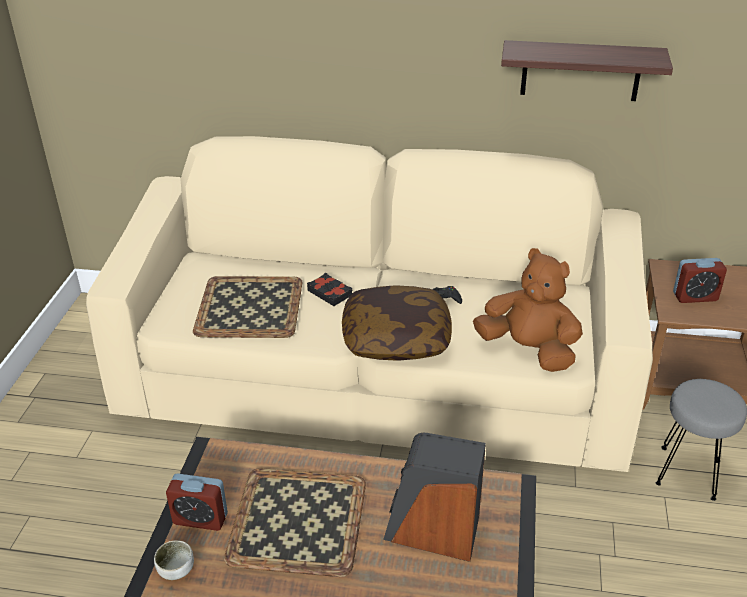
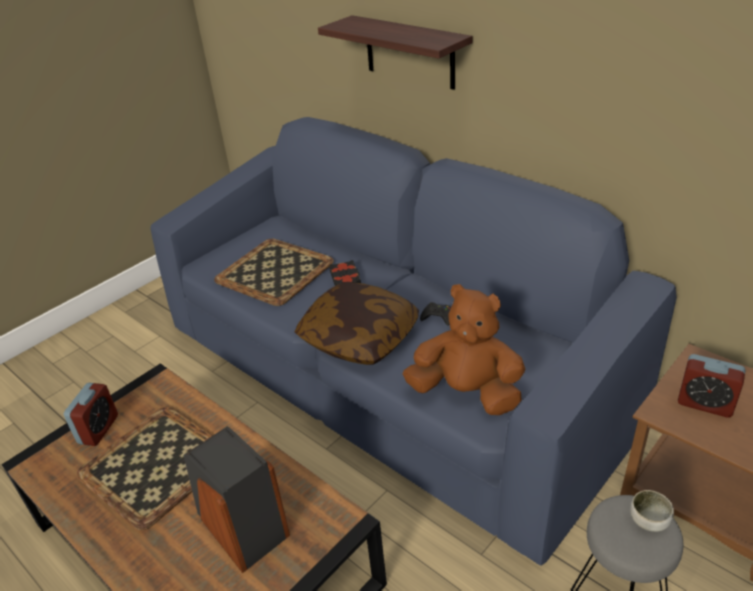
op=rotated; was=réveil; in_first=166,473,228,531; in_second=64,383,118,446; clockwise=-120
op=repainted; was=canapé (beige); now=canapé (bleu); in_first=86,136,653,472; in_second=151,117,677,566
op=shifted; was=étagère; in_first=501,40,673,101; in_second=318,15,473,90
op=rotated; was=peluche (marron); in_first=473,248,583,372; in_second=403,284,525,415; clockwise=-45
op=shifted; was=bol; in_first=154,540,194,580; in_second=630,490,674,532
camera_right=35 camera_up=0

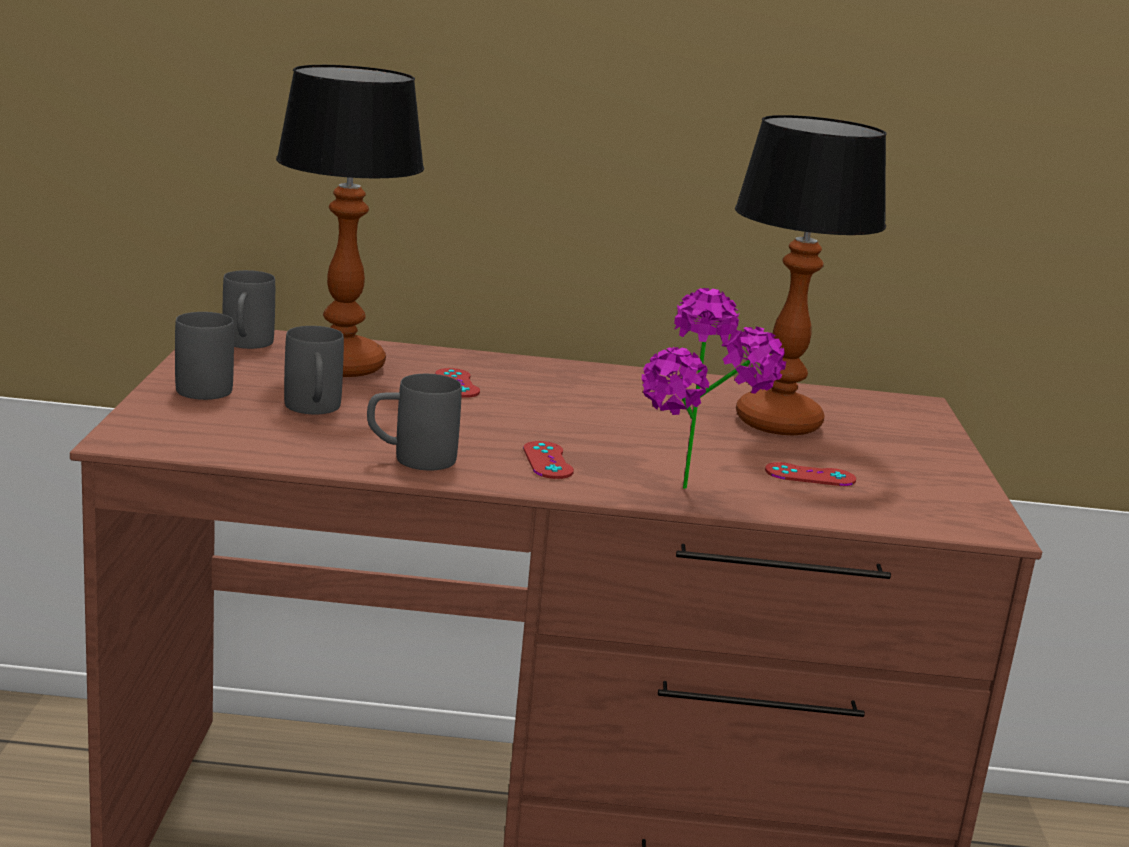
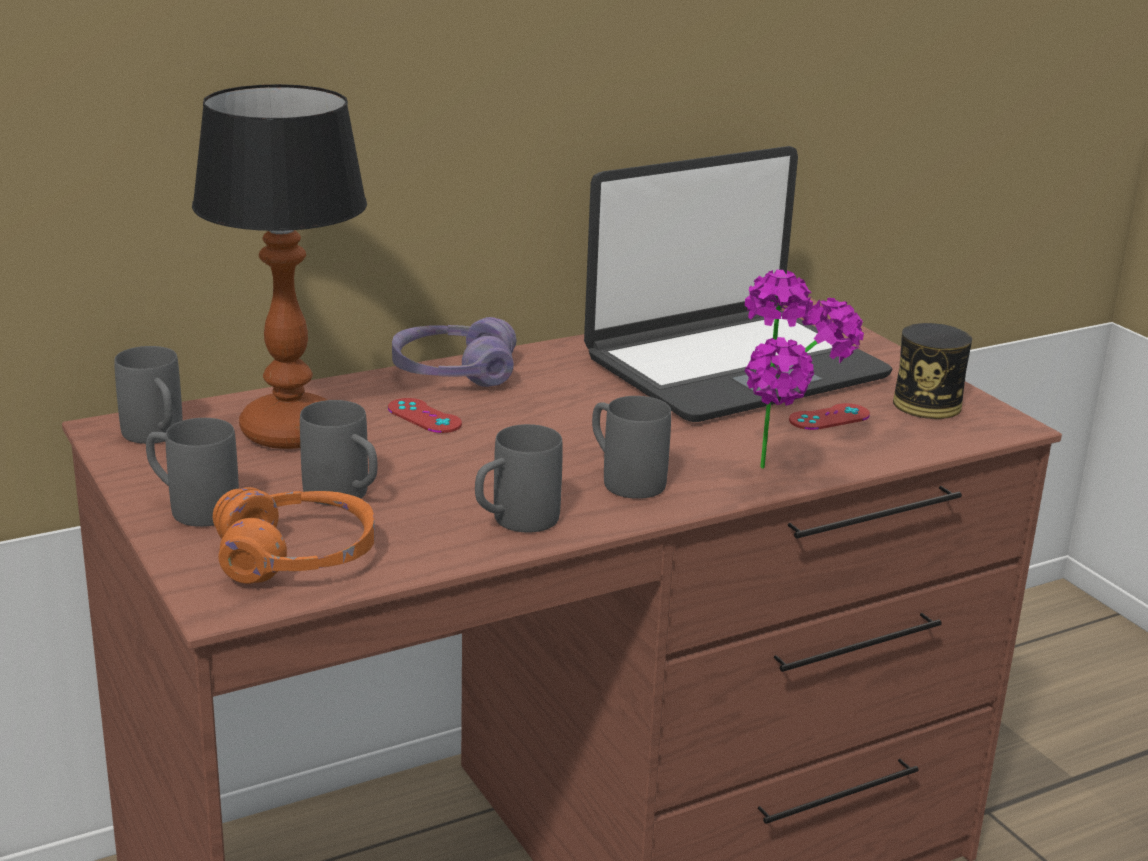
op=new; now=casque audio (orange); in_second=213,487,375,584
op=new; now=casque audio (violet); in_second=392,317,516,387
op=swapped; was=lampe de table; now=ordinateur portable; in_first=735,115,887,435; in_second=584,146,892,422
op=swapped; was=manette (rouge); now=mug (gris); in_first=523,441,574,479; in_second=592,396,671,499
op=new; now=boîte métallique; in_second=893,323,972,419
camera_right=-30 camera_up=5

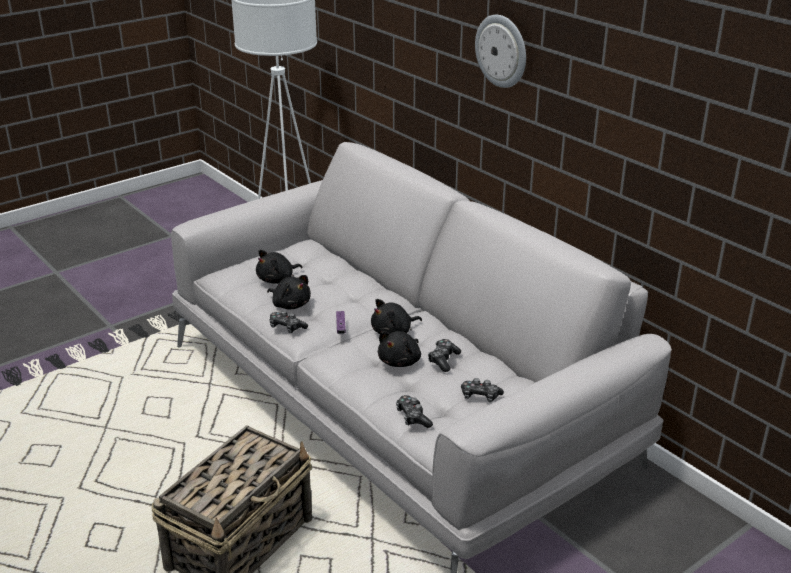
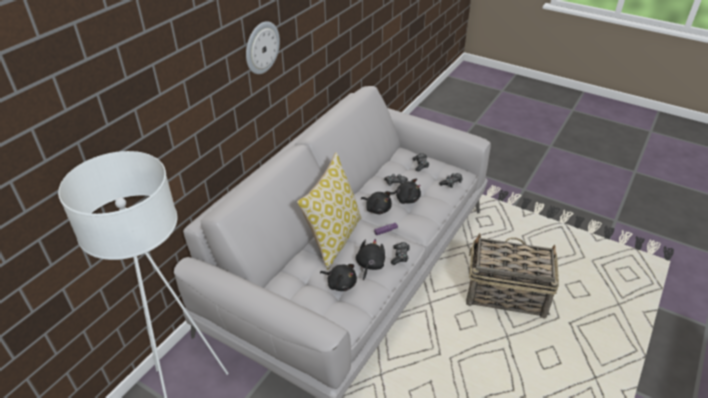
op=new; now=coussin; in_second=297,152,362,269
camera_right=-110 camera_up=10

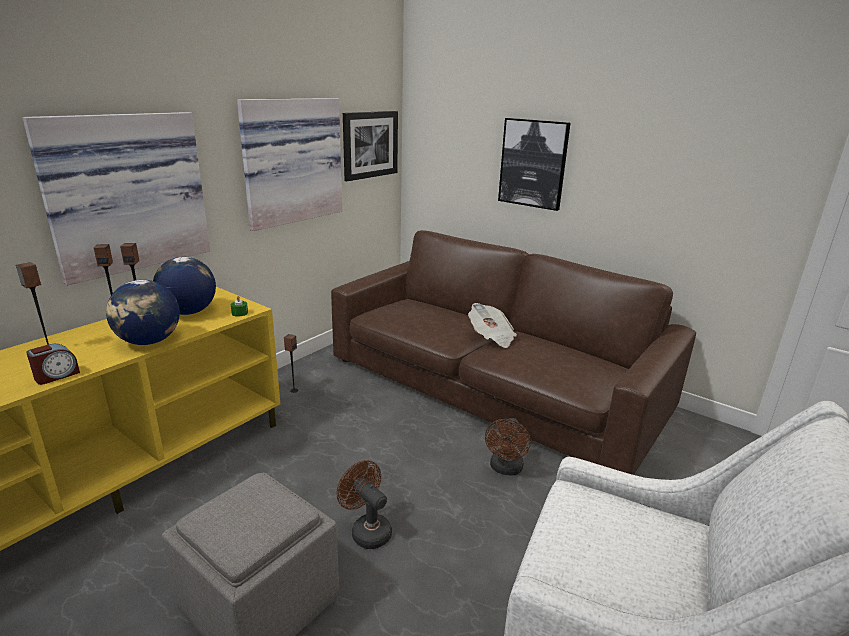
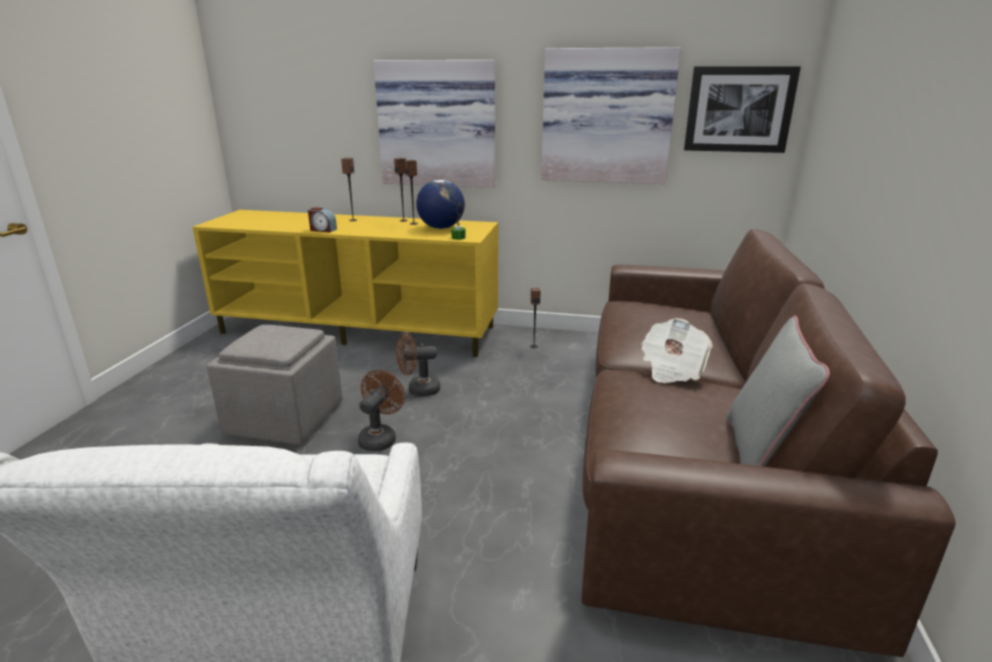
op=shifted; was=ventilateur (marron); in_first=485,418,531,475; in_second=396,333,440,397
op=new; now=coussin (gris); in_second=727,315,830,467
op=gone; was=globe; in_first=106,280,180,345
op=gone; was=tableau; in_first=498,118,571,211
camera_right=65 camera_up=0

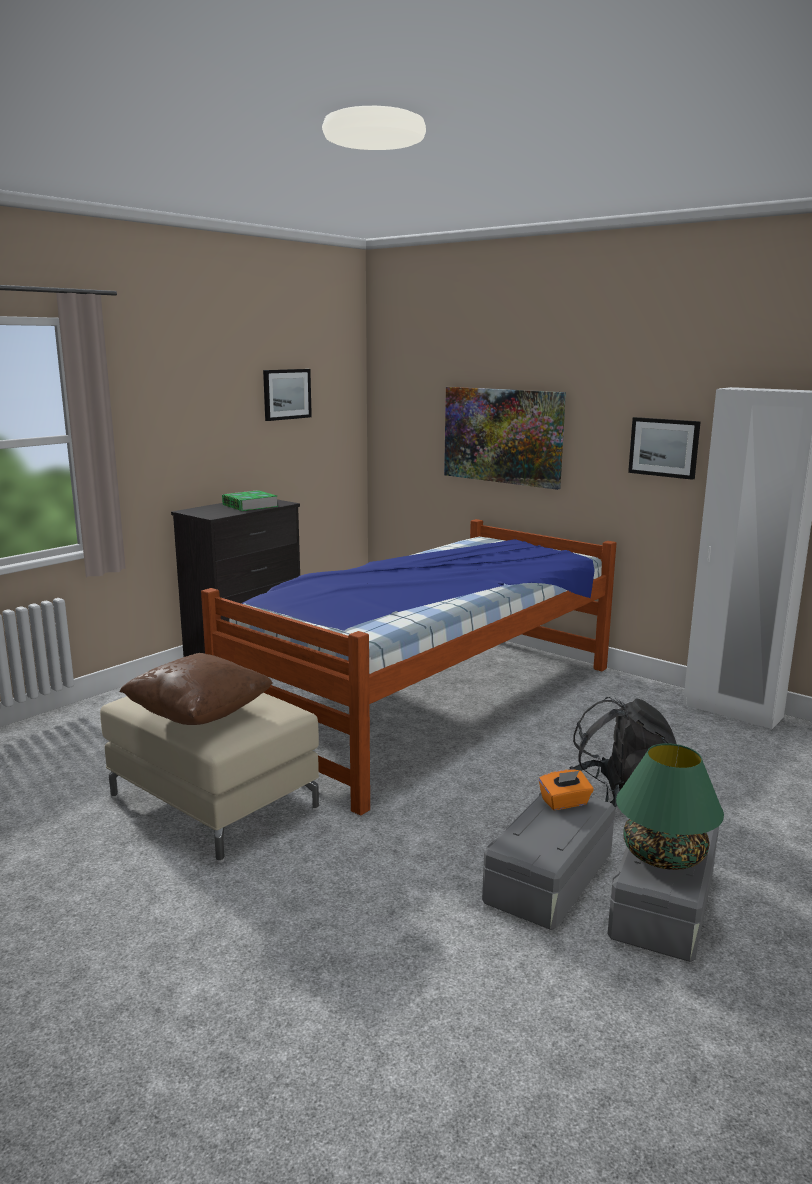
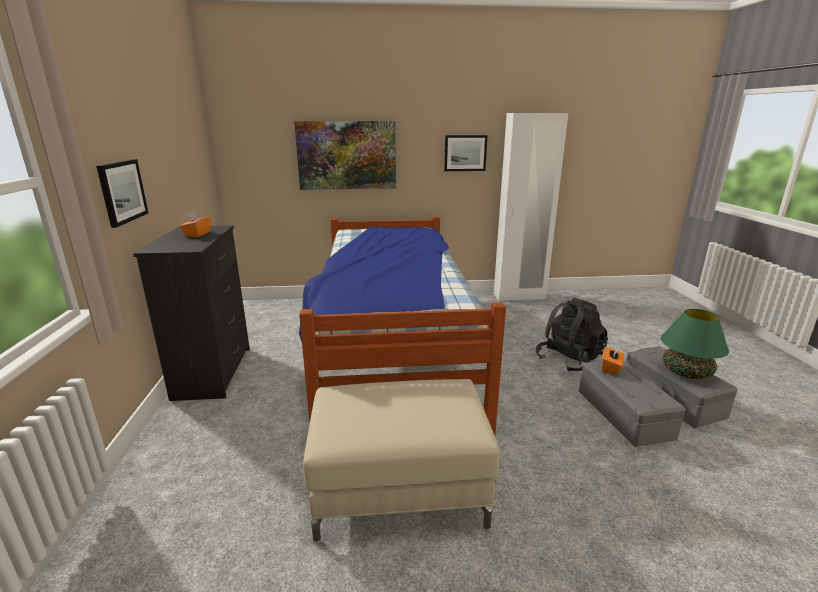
op=shifted; was=tableau; in_first=263,369,312,421; in_second=96,159,148,228
op=swapped; was=livre; now=boîte à mouchoirs (orange); in_first=222,490,278,511; in_second=180,211,211,237
op=gone; was=coussin (marron); in_first=119,653,273,725
camera_right=-45 camera_up=5

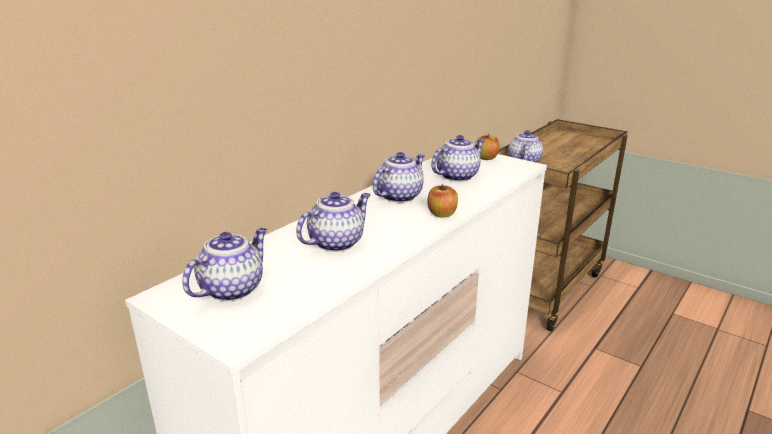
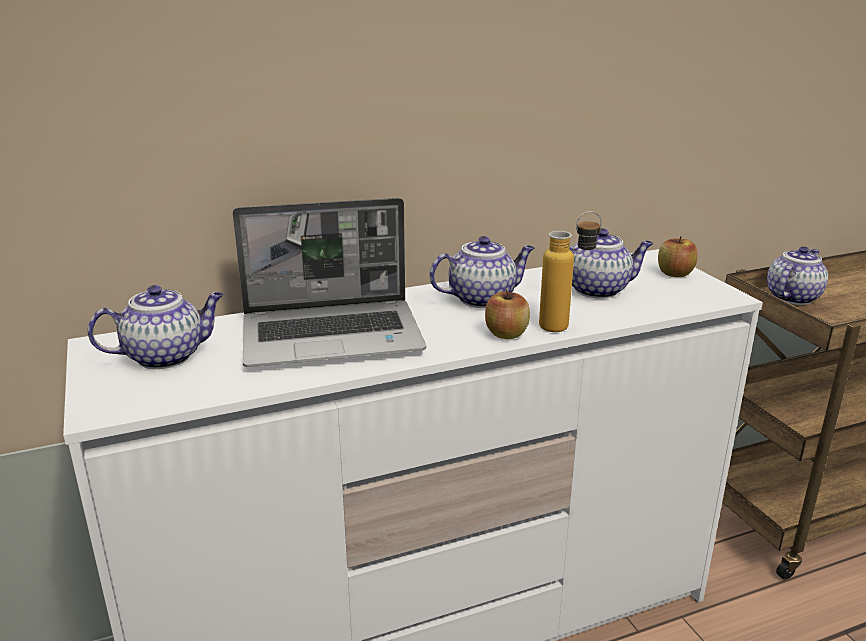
op=swapped; was=théière; now=ordinateur portable; in_first=296,192,371,252; in_second=233,198,426,367
op=new; now=bouteille; in_second=539,211,602,332
camera_right=30 camera_up=0

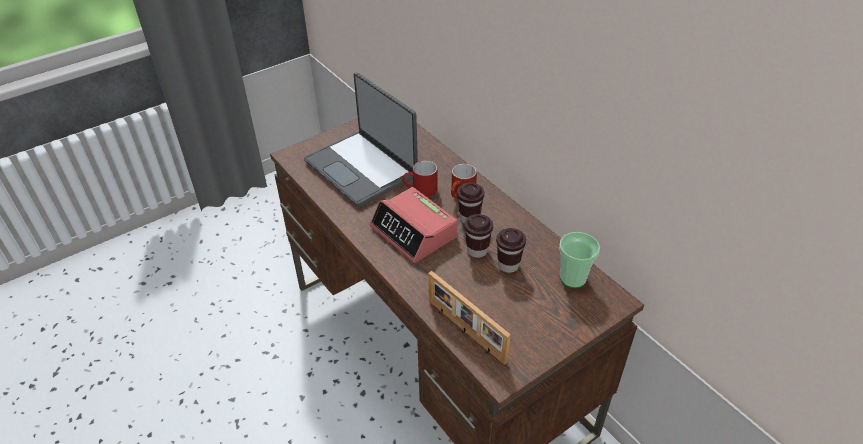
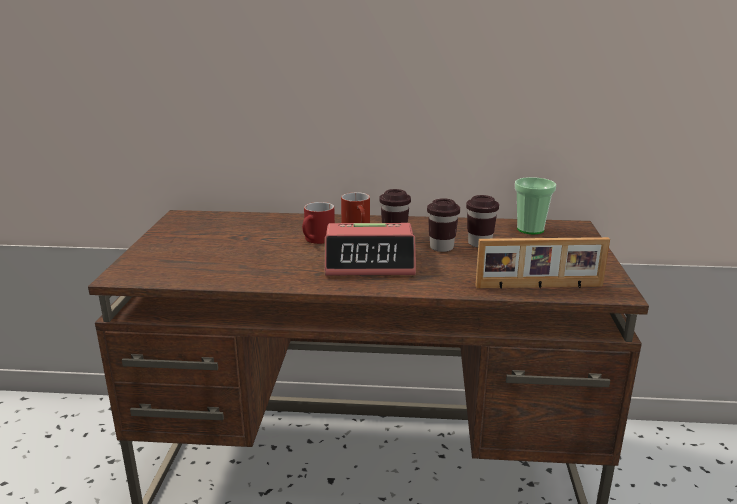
op=gone; was=ordinateur portable; in_first=304,72,418,207
camera_right=-50 camera_up=-20

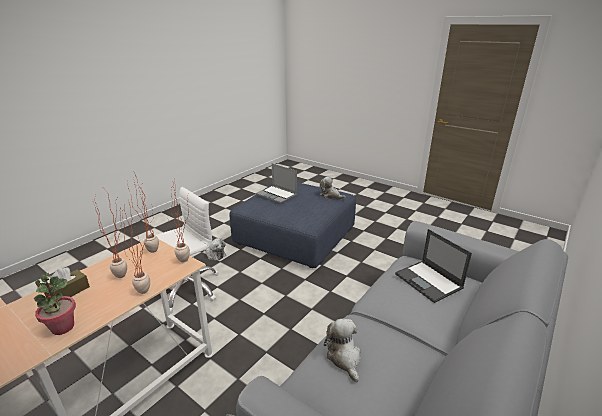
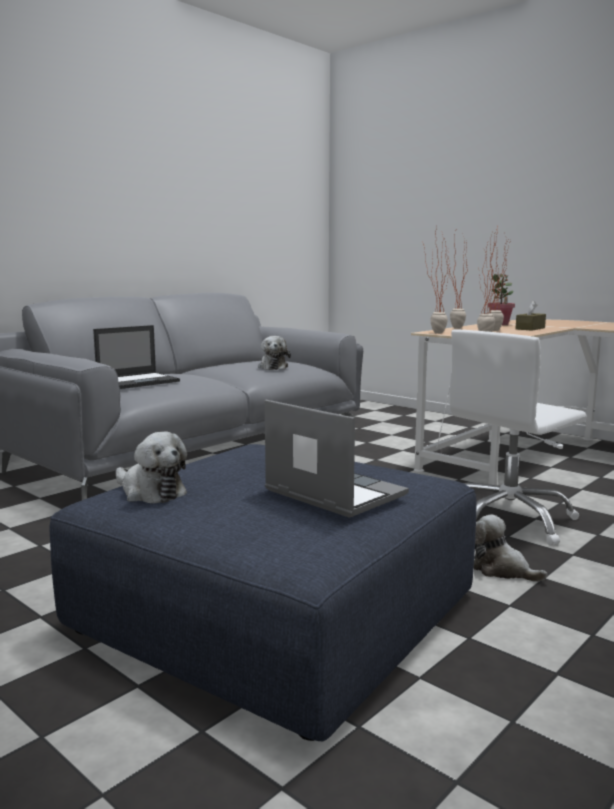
op=rotated; was=ordinateur portable; in_first=395,229,472,303; in_second=93,325,180,389; clockwise=75
camera_right=-175 camera_up=-15

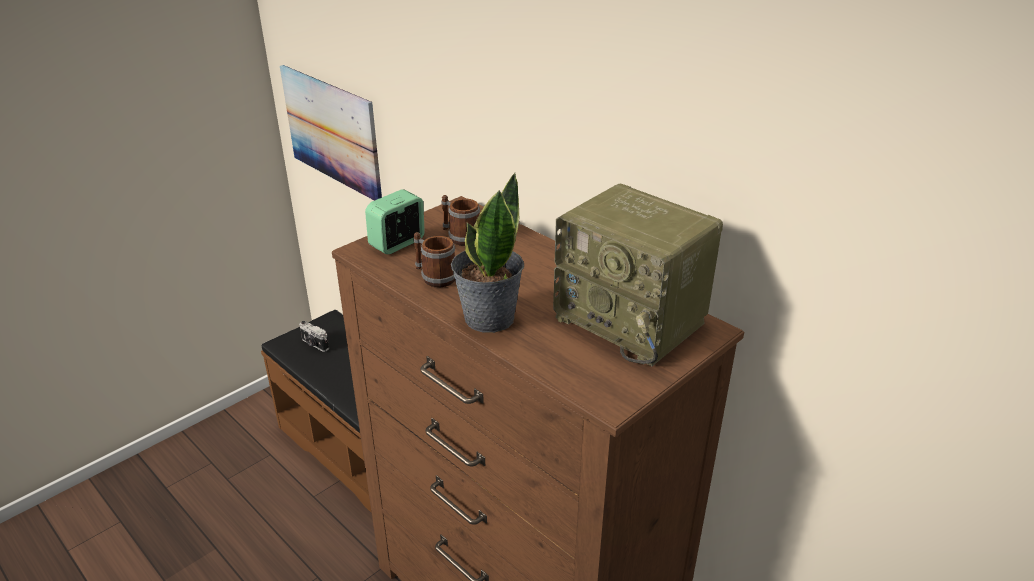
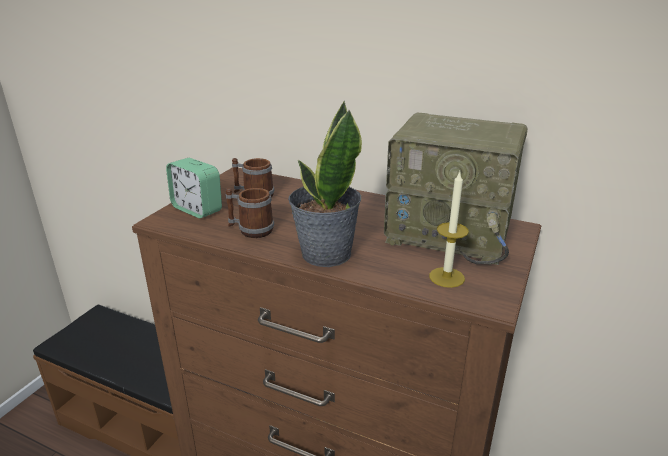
op=rotated; was=réveil; in_first=365,189,425,254; in_second=166,158,222,218; clockwise=-75
op=new; now=bougie; in_second=429,170,469,288
op=gone; was=tableau; in_first=280,65,382,201
op=gone; was=appareil photo; in_first=299,321,329,352
camera_right=-20 camera_up=-5

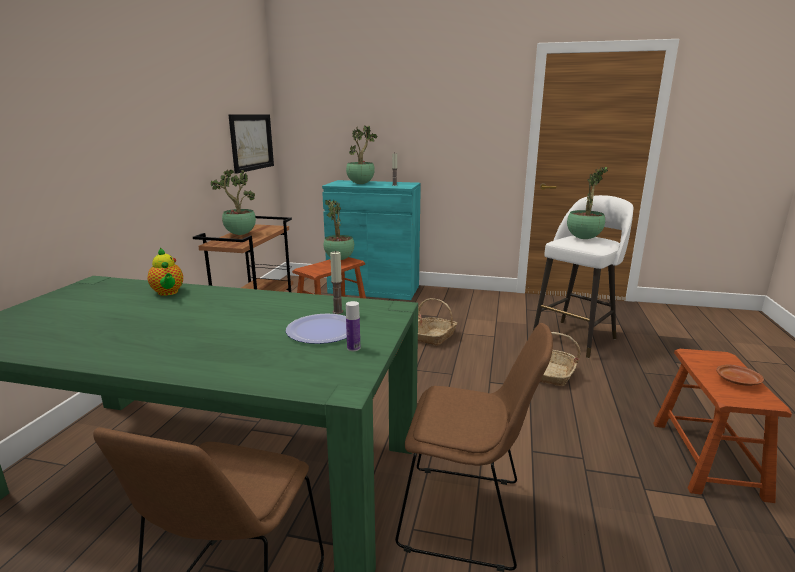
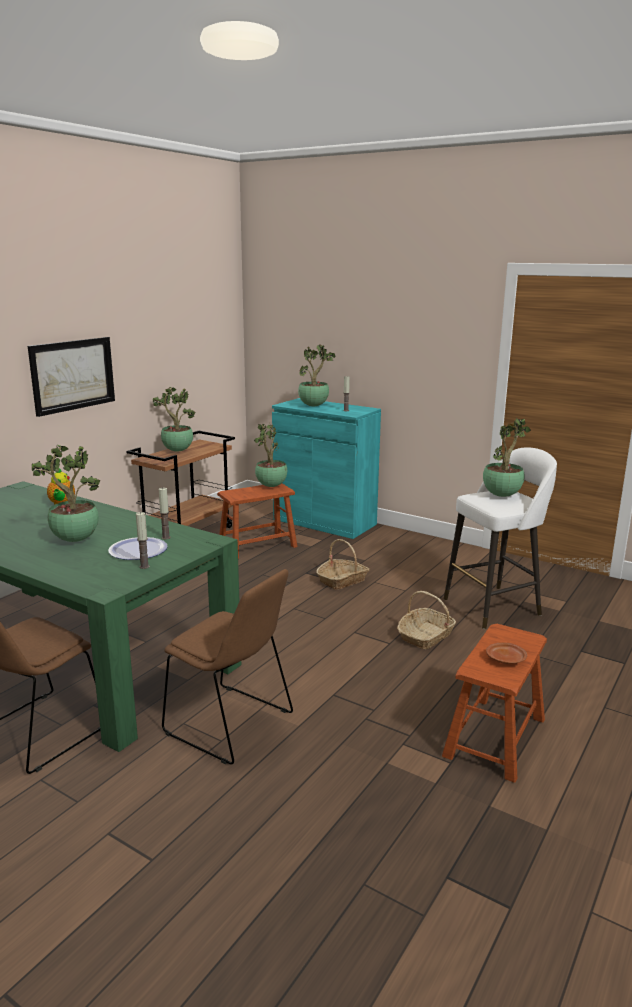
op=shifted; was=tableau; in_first=228,114,274,173; in_second=28,337,115,417
op=new; now=plante en pot; in_second=31,445,100,542
op=swapped; was=bouteille; now=bougie; in_first=346,301,360,351; in_second=136,512,150,569
camera_right=20 camera_up=0

